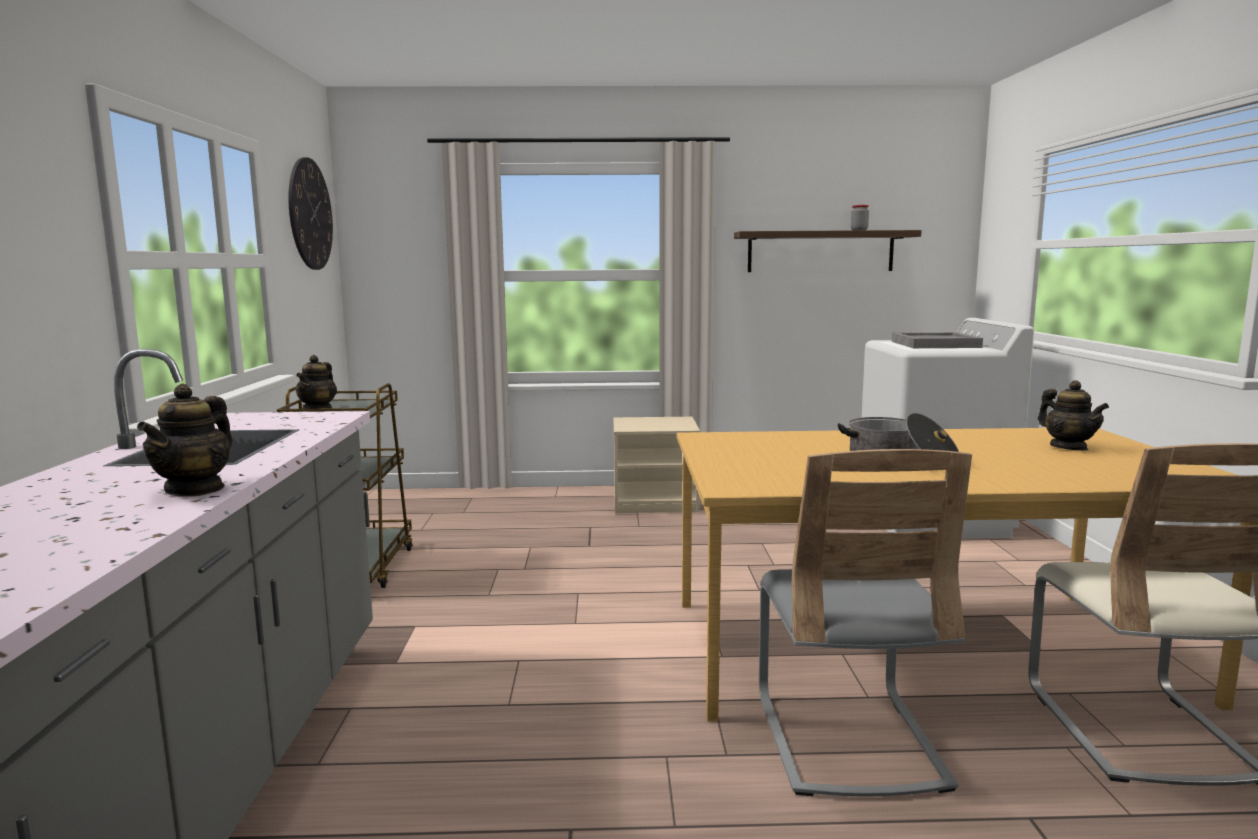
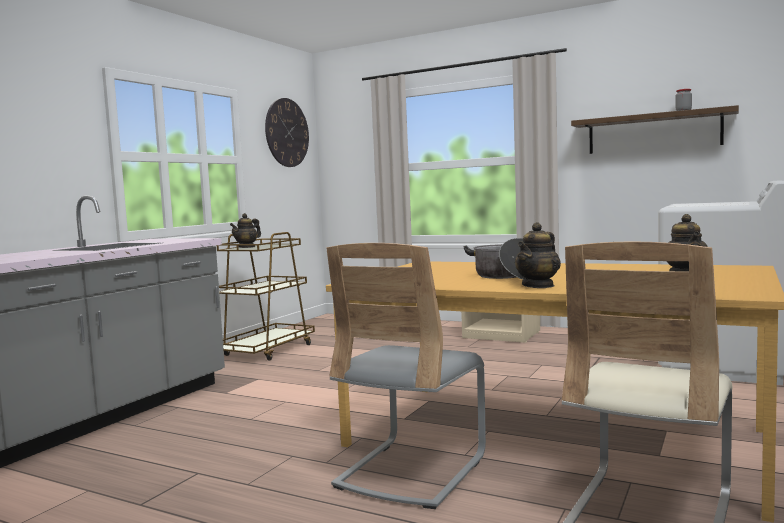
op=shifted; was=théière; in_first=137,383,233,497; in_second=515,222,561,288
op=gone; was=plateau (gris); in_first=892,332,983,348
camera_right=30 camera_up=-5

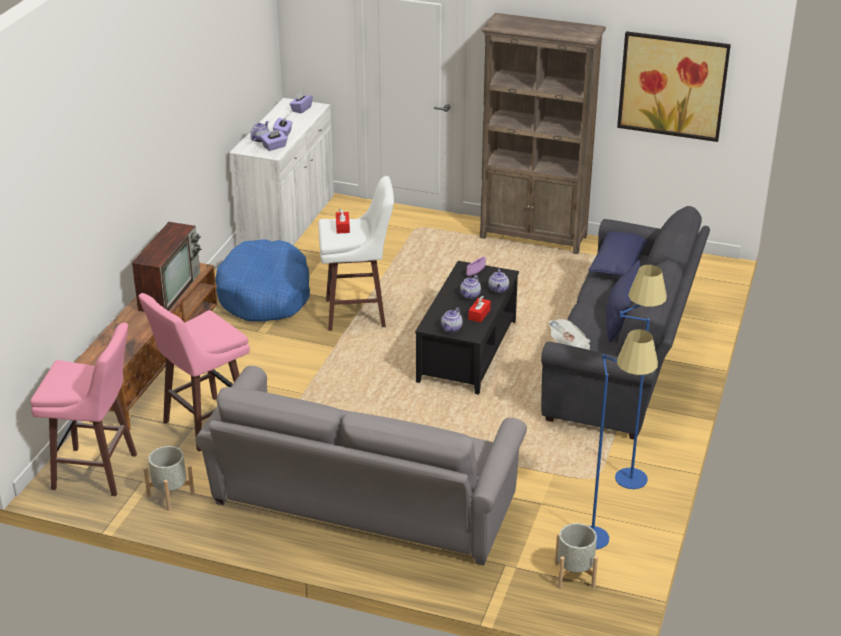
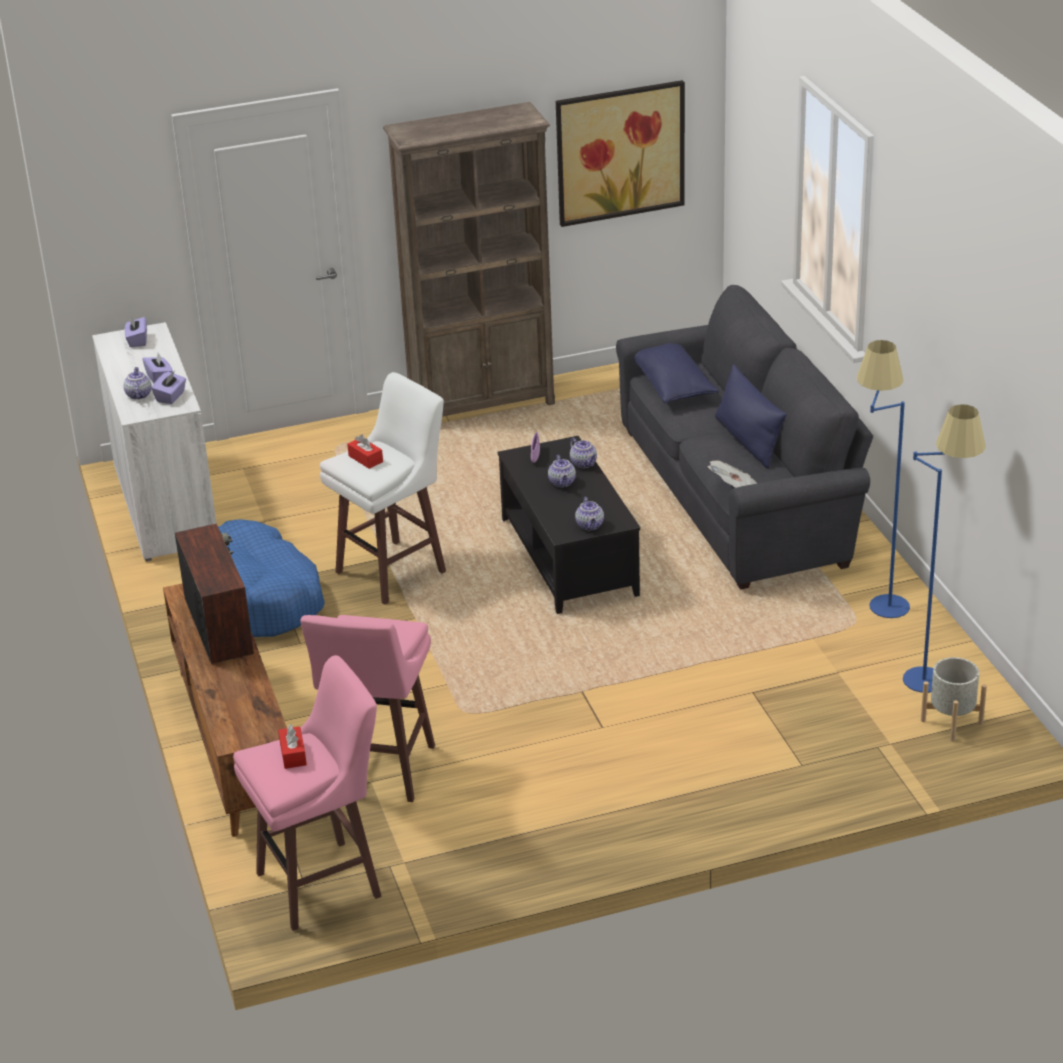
op=shifted; was=boîte à mouchoirs (rouge); in_first=468,296,491,323; in_second=278,724,307,769
op=gone; was=cache-pot (gris); in_first=143,446,195,511
op=gone; was=canapé (gris); in_first=195,366,527,566
camera_right=-35 camera_up=0

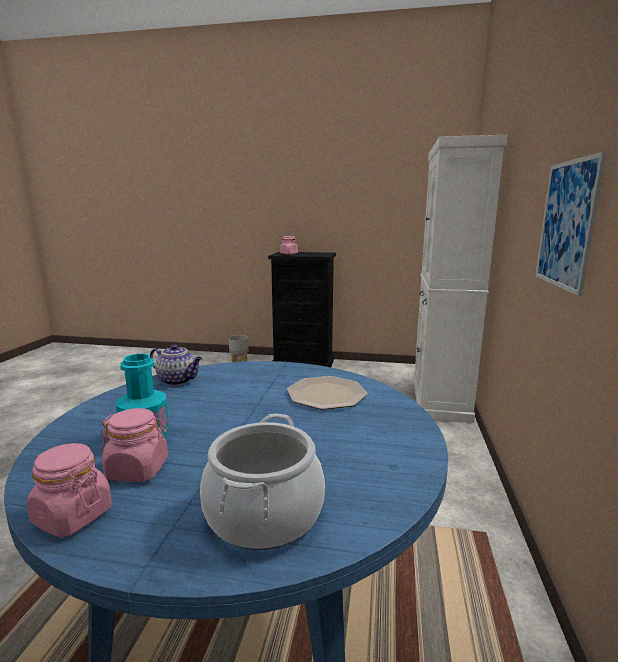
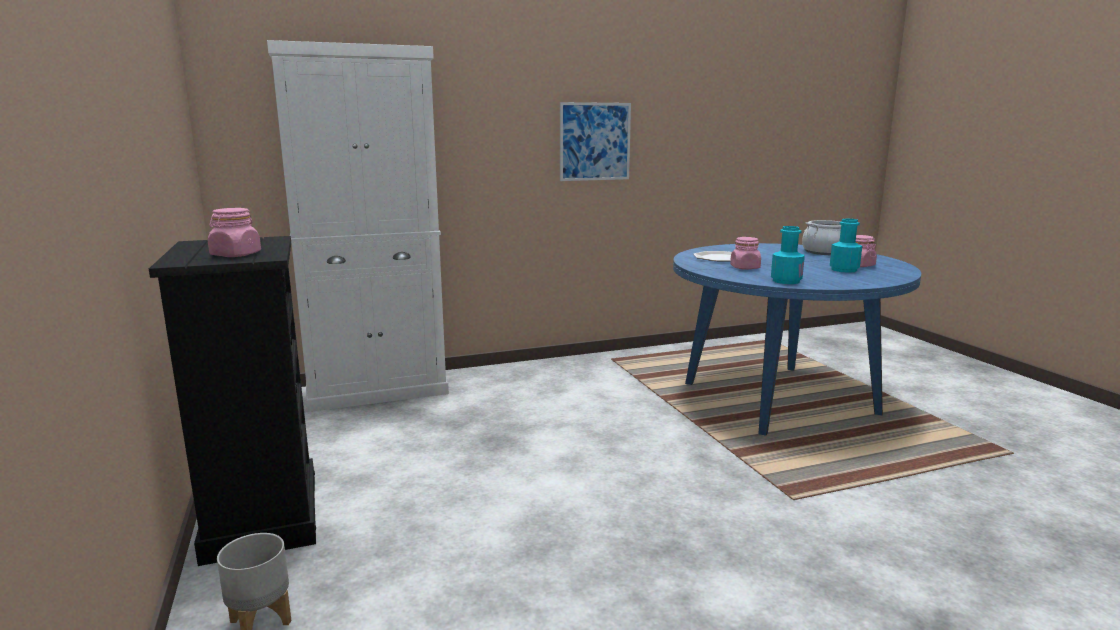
op=shifted; was=bocal (rose); in_first=27,443,112,538; in_second=730,237,761,270
op=swapped; was=théière; now=bouteille (turquoise); in_first=150,344,202,386; in_second=771,226,805,284
camera_right=-120 camera_up=0

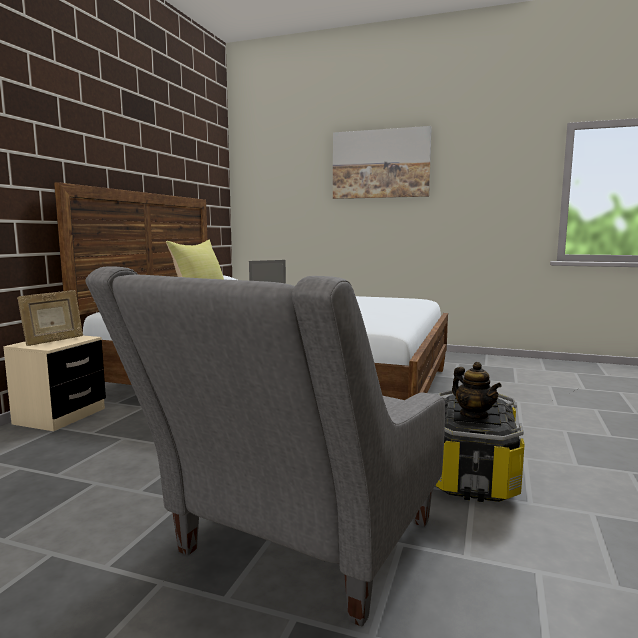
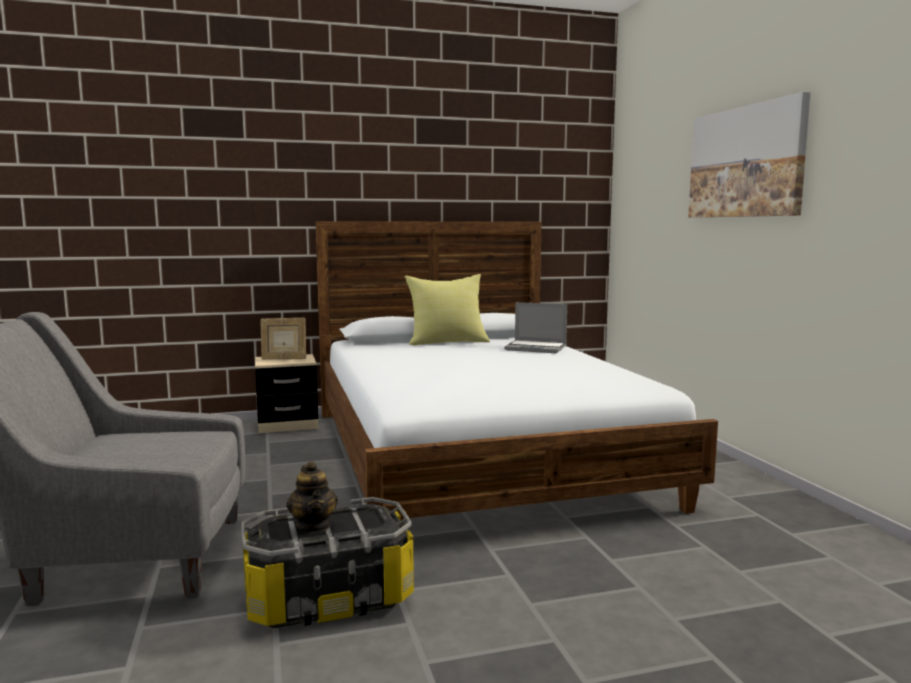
op=rotated; was=théière; in_first=452,362,502,420; in_second=286,461,338,532; clockwise=-45
camera_right=55 camera_up=0

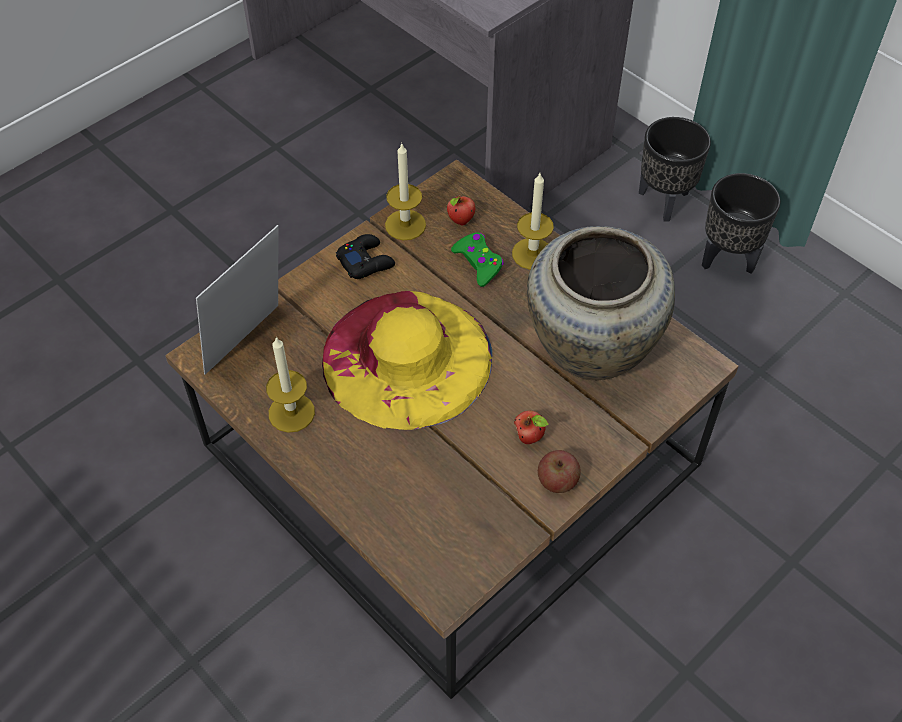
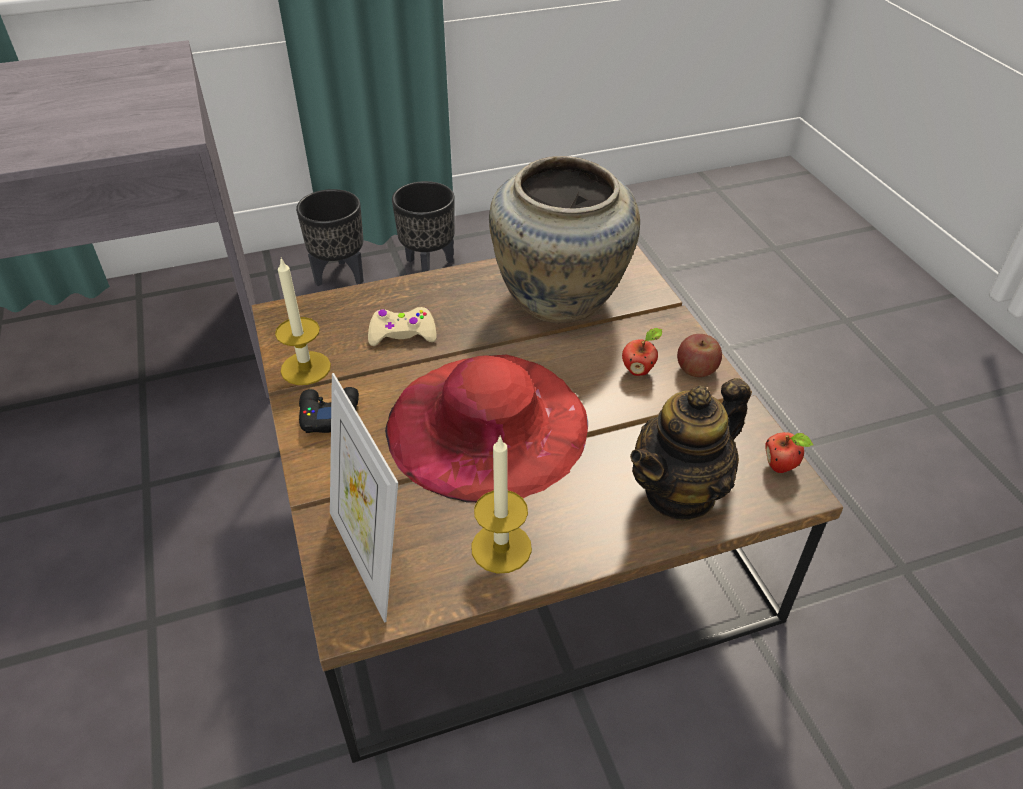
op=repainted; was=manette (vert); now=manette (beige); in_first=451,232,504,287; in_second=368,307,437,346
op=repainted; was=chapeau (jaune); now=chapeau (rouge); in_first=322,291,492,430; in_second=385,354,588,503
op=new; now=théière; in_second=630,378,751,522
op=shifted; was=pomme; in_first=447,195,475,226; in_second=765,432,813,473
op=gone; was=bougie; in_first=512,173,554,270
camera_right=-65 camera_up=-10

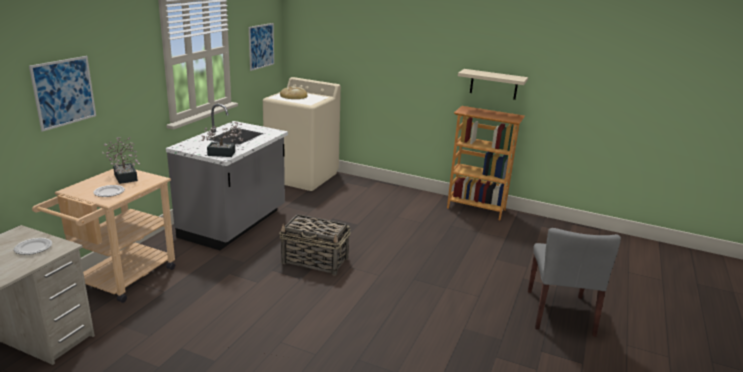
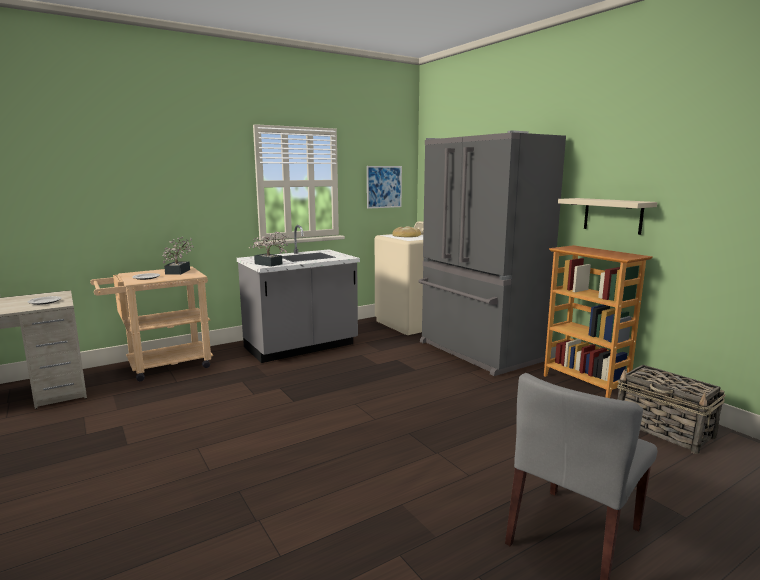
op=new; now=réfrigérateur (gris); in_second=418,131,566,376
op=shifted; was=panier; in_first=279,214,351,276; in_second=617,365,725,454
op=gone; was=tableau; in_first=29,56,96,132
camera_right=35 camera_up=-10

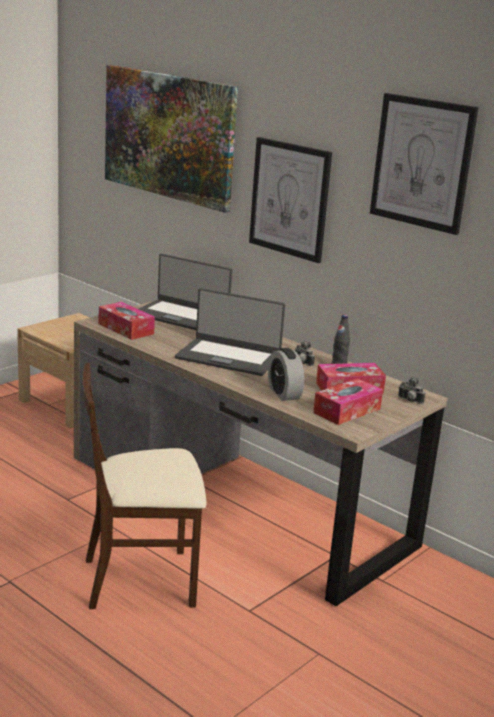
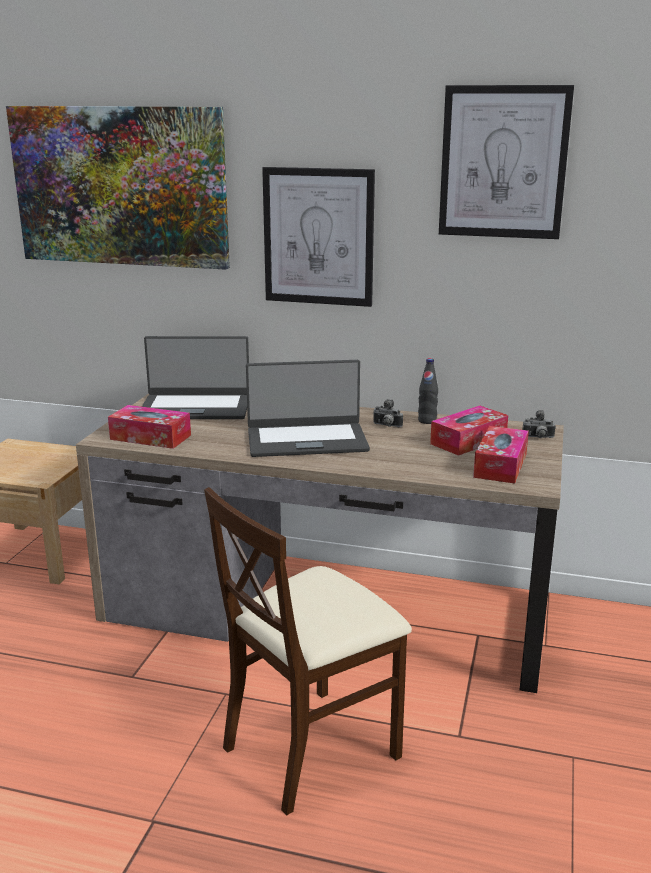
op=gone; was=réveil; in_first=268,348,304,401
camera_right=-25 camera_up=0

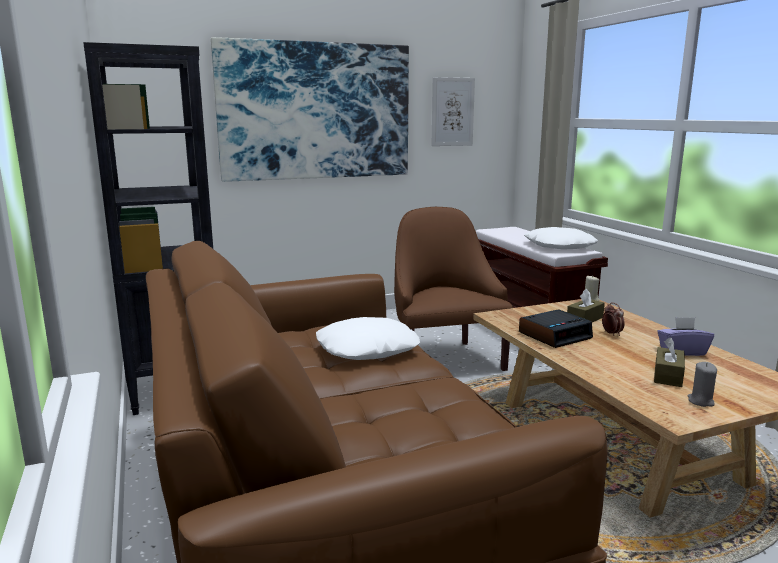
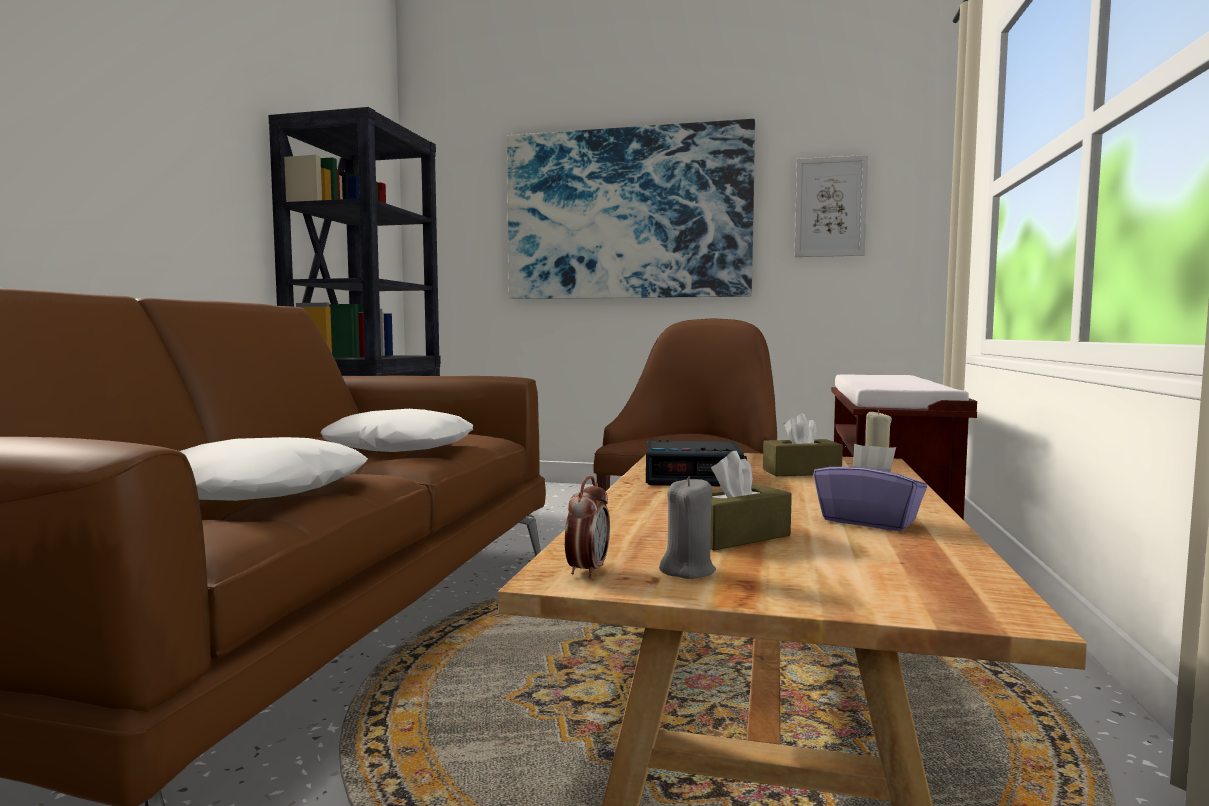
op=shifted; was=coussin (blanc); in_first=524,227,598,250; in_second=180,437,368,501
op=shifted; was=réveil; in_first=602,302,625,336; in_second=565,476,610,578
camera_right=35 camera_up=-10

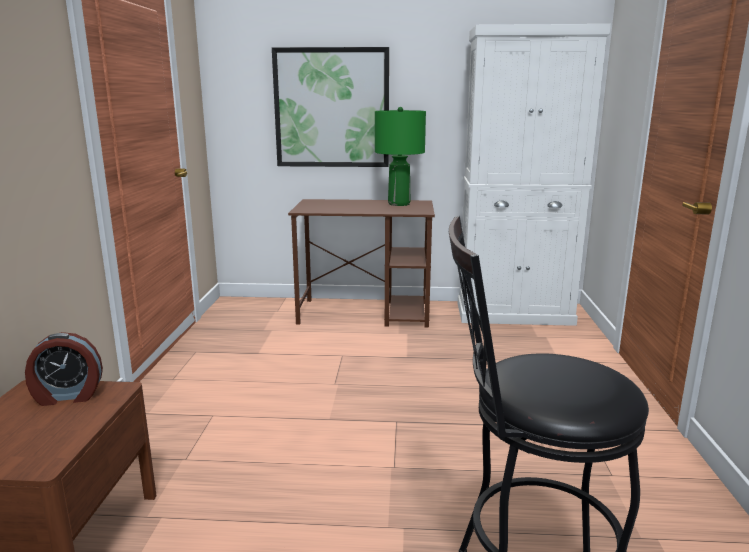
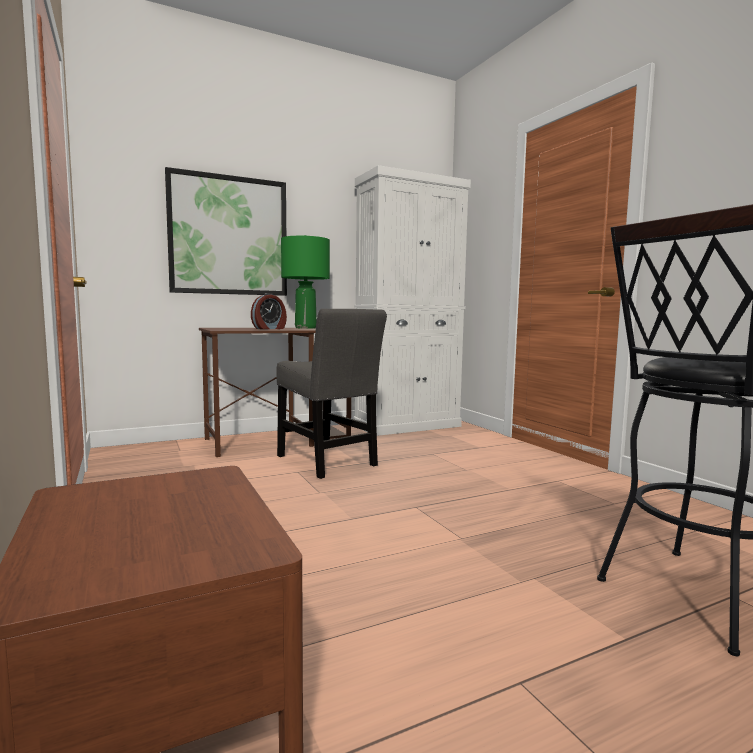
op=shifted; was=réveil; in_first=25,332,103,406; in_second=251,293,287,329
op=new; now=chaise (gris); in_second=276,309,387,479
camera_right=-30 camera_up=-10

